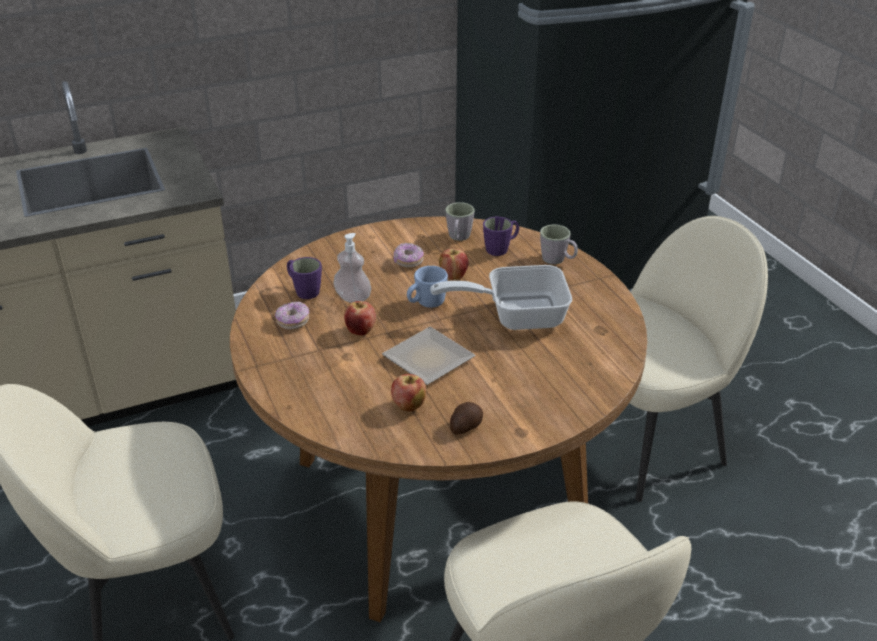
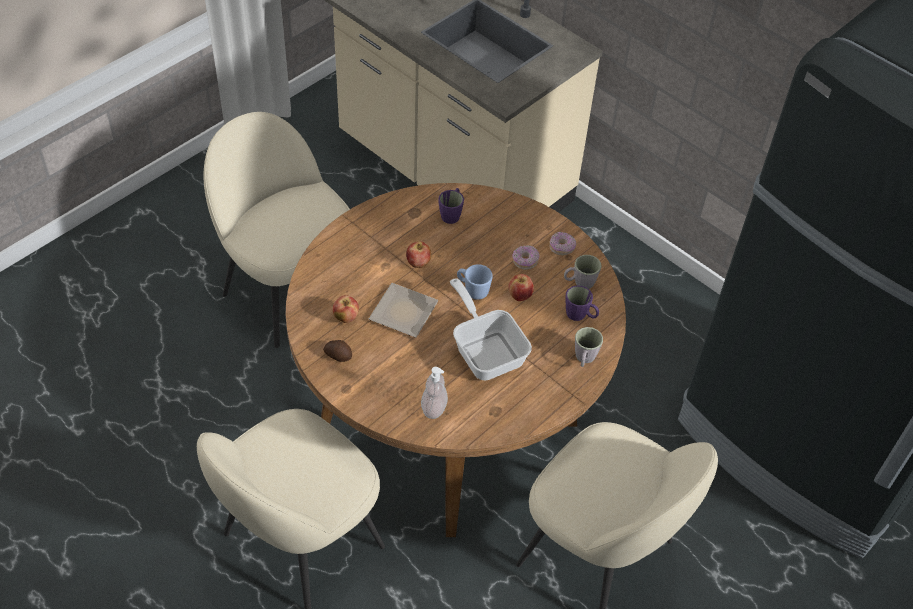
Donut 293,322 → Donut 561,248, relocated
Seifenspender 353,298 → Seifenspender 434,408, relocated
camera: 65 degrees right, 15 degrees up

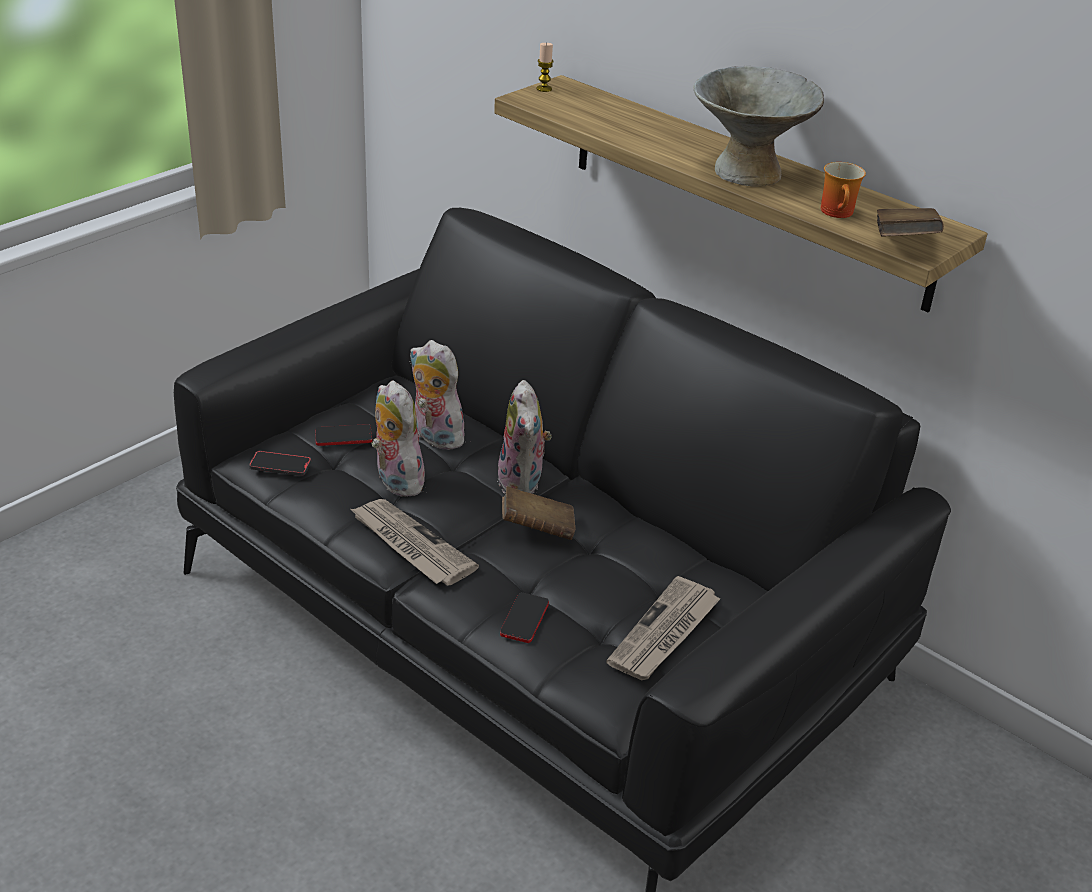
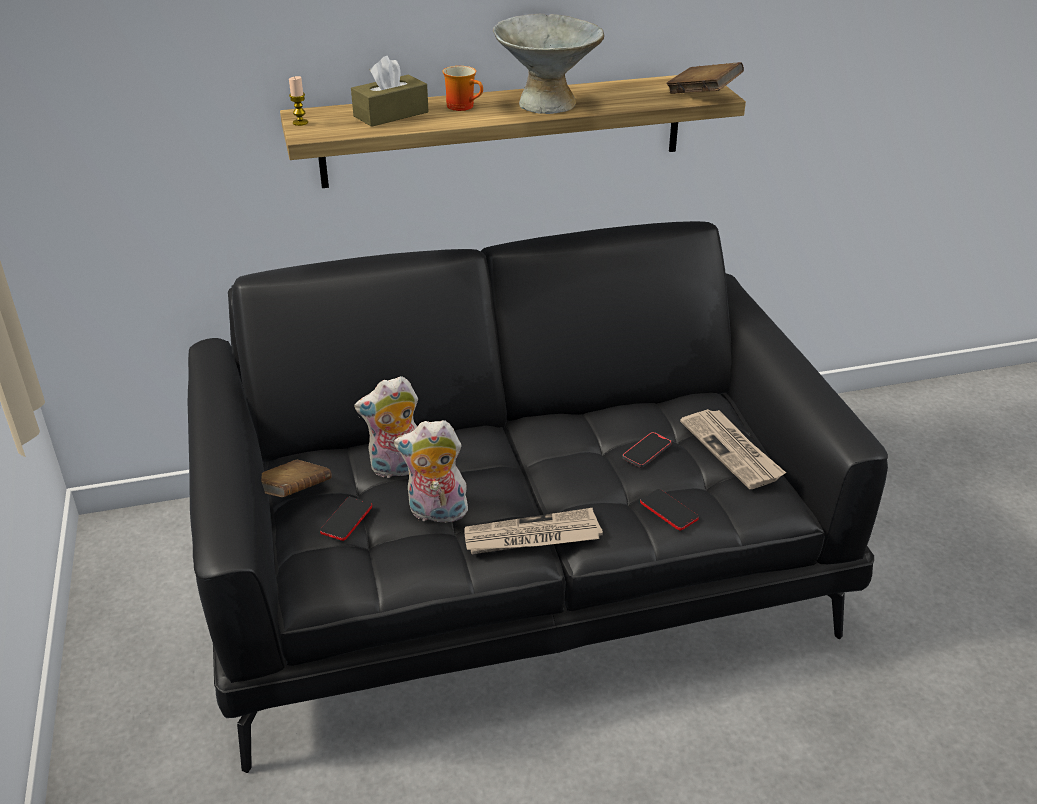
Plüschtier 523,482 → -
- → Taschentuchbox (braun) 391,114
Handy 280,465 → Handy 646,451, relocated
Buch (braun) 537,529 → Buch (braun) 292,493, relocated
Henkelbecher 840,213 → Henkelbecher 464,106, relocated
camera: 55 degrees left, 0 degrees up

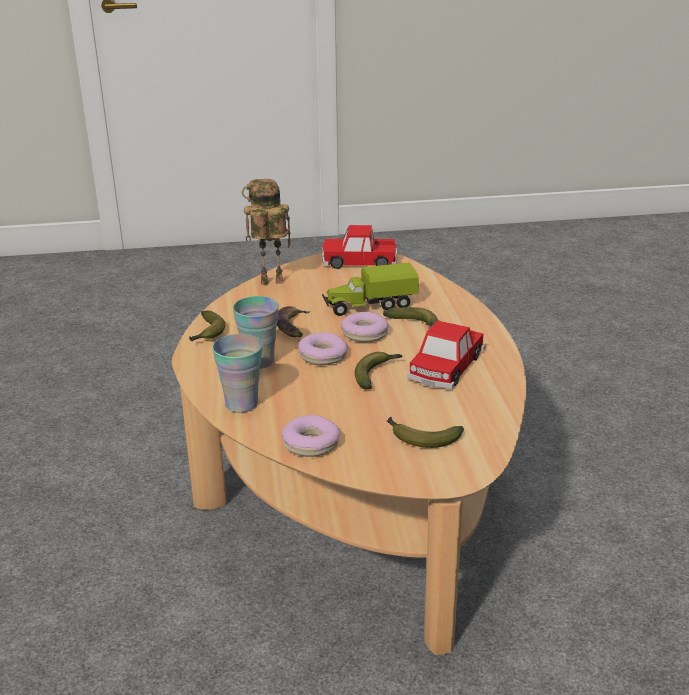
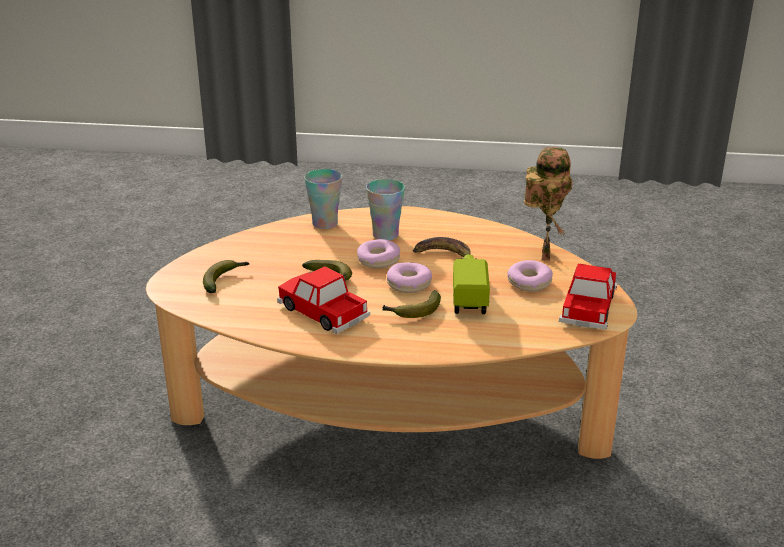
Banane 207,333 → -
Donut 311,444 → Donut 529,283, relocated
camera: 105 degrees right, 0 degrees up

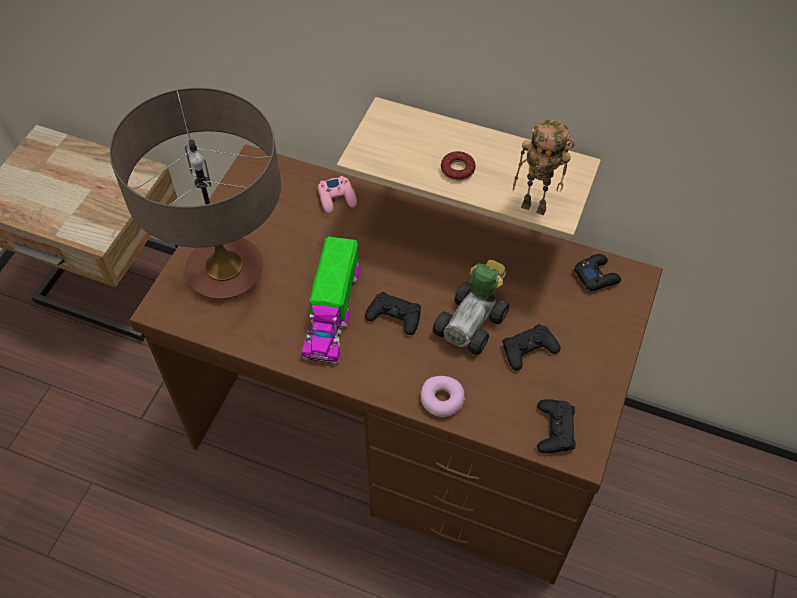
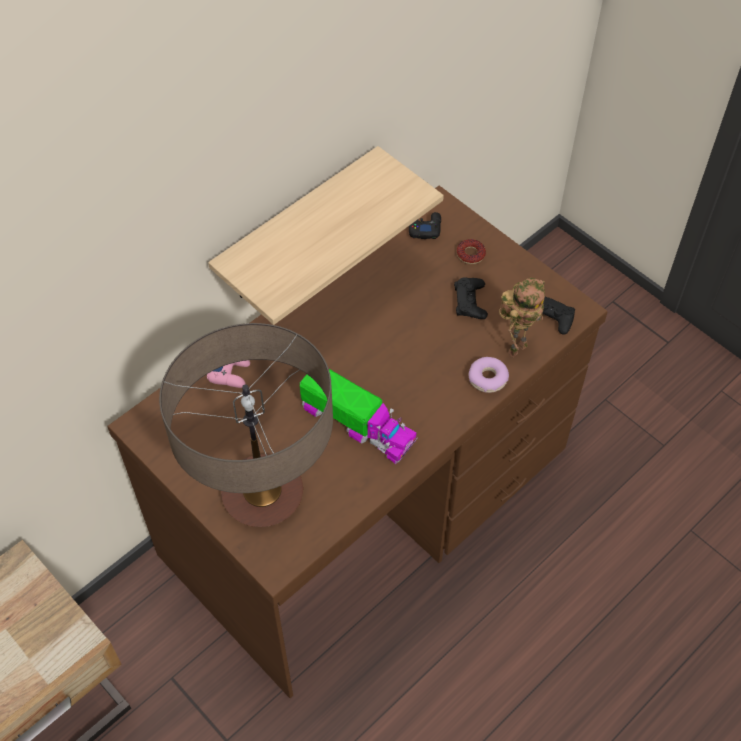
Gamepad (schwarz) 394,316 → -
Spielzeugauto 474,322 → -
Donut 457,169 → Donut 470,254, relocated
Spielzeugroboter 536,207 → Spielzeugroboter 516,347, relocated
camera: 65 degrees left, 0 degrees up

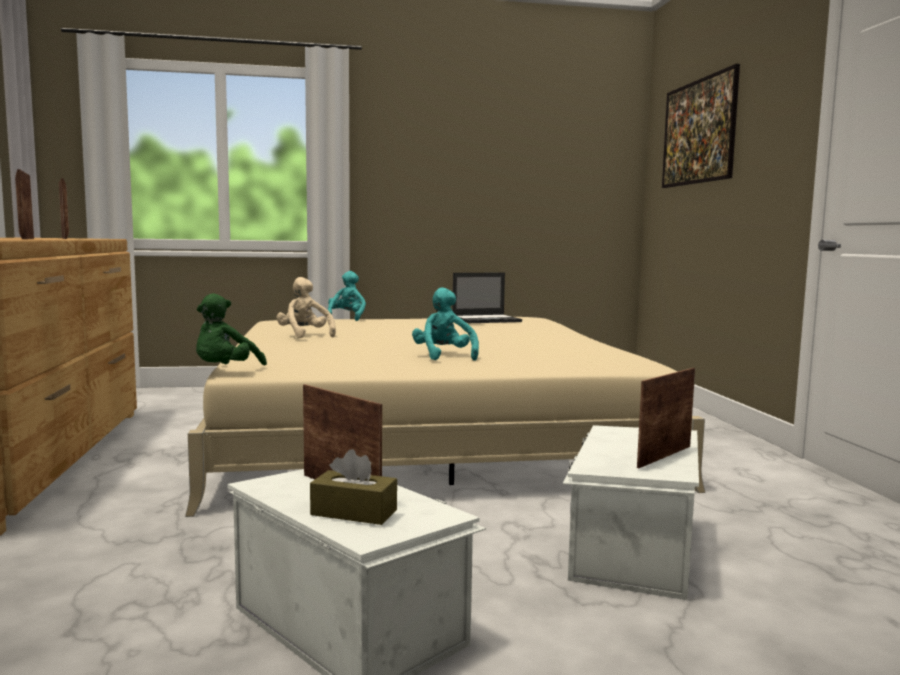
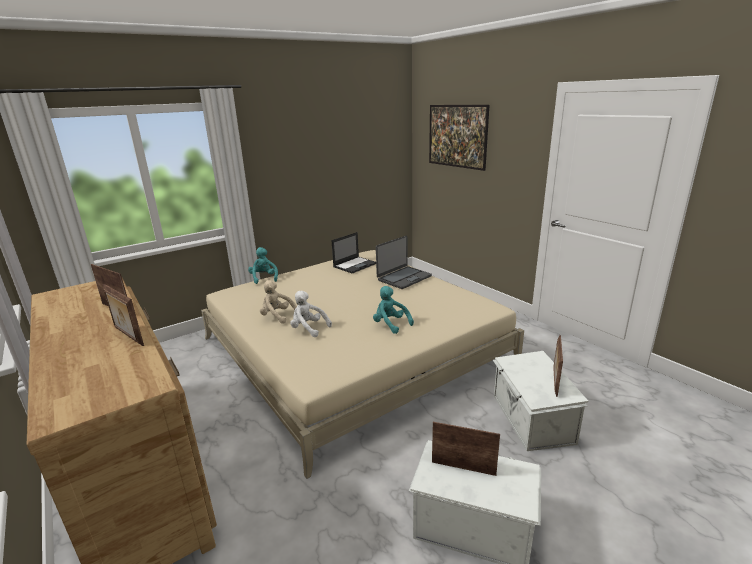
Plüschtier (grün) 225,371 → -
Taschentuchbox (braun) 354,512 → -
- → Plüschtier (weiß) 308,329
- → Laptop 404,278
camera: 25 degrees left, 15 degrees up

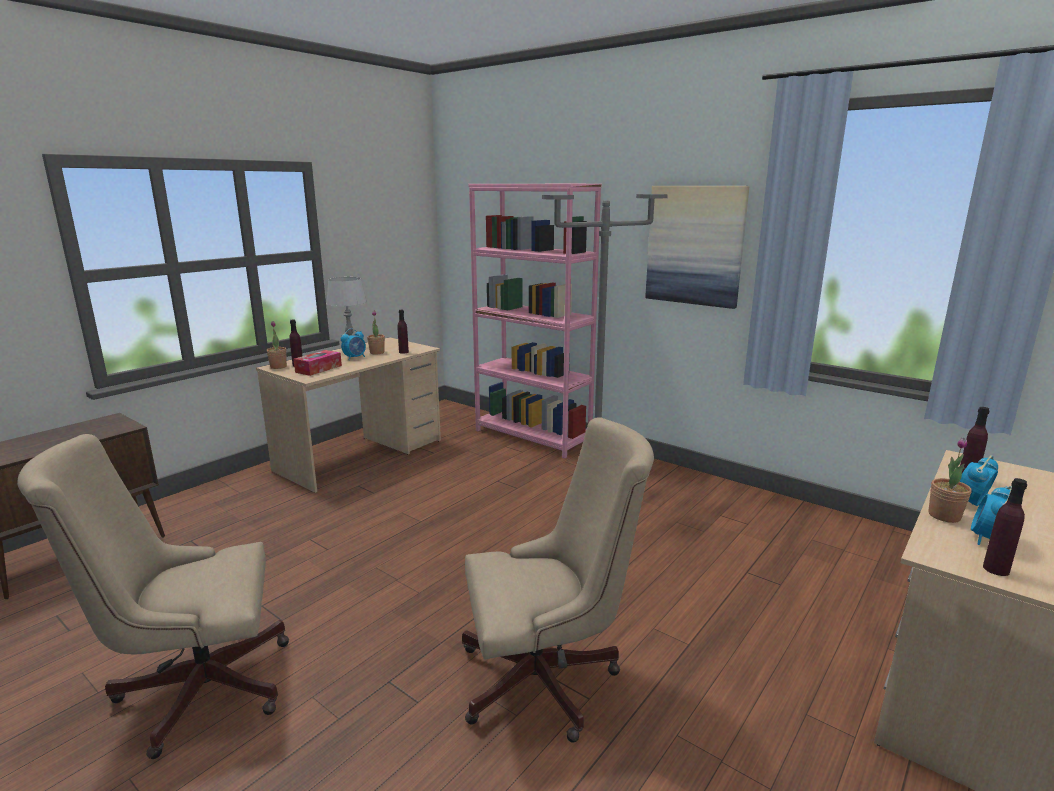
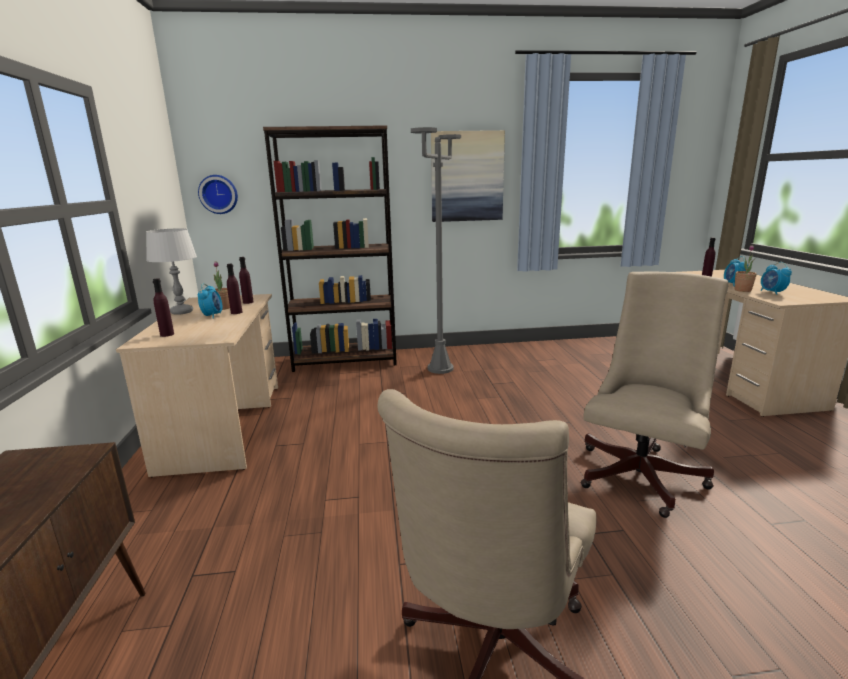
Topfpflanze 278,367 → -
Taschentuchbox 318,369 → -
- → Wanduhr 219,194
Flasche (lila) 996,569 → Flasche (lila) 236,312, relocated
Bücherregal (rosa) 532,437 → Bücherregal (braun) 345,361
camera: 45 degrees left, 0 degrees up

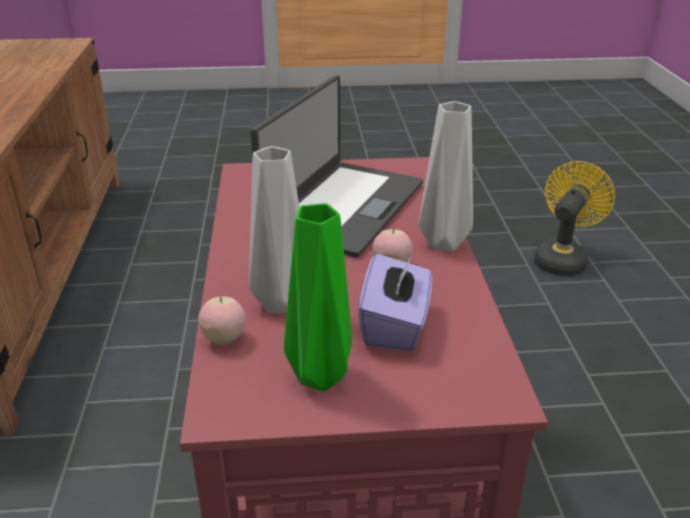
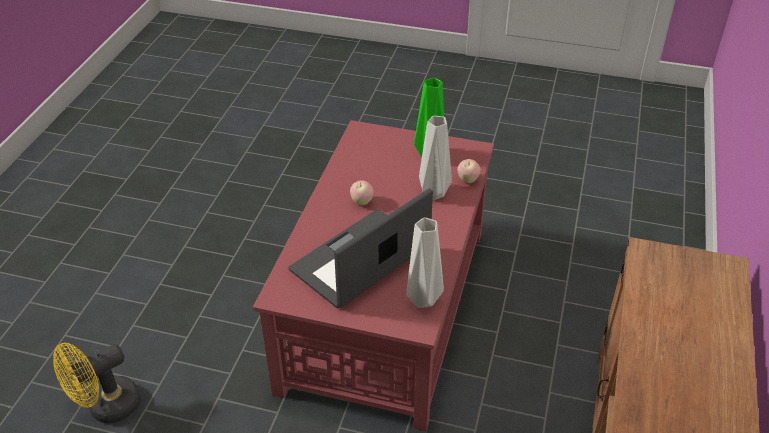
Taschentuchbox (lila) 395,326 → -
Vase (grau) 443,244 → Vase (grau) 424,298, relocated
camera: 160 degrees left, 10 degrees up

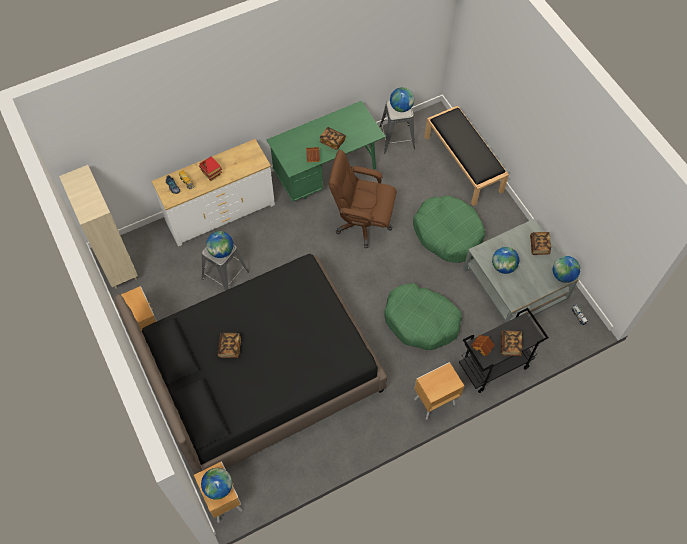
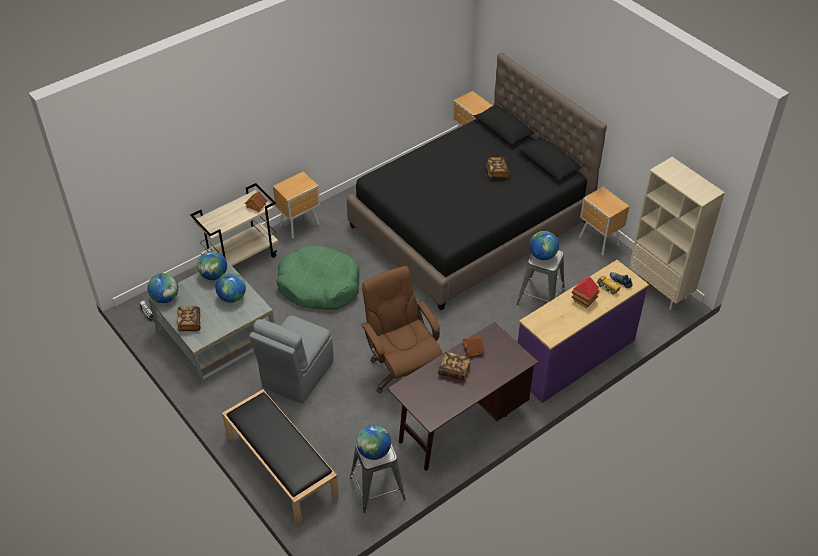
Buch 510,345 → -
Globus 218,487 → Globus 214,275, relocated
Hundebett (grün) 448,233 → Stuhl (grau) 296,375
Kommode (weiß) 220,212 → Kommode (lila) 575,358
Schreibtisch (grün) 326,174 → Schreibtisch (braun) 460,424
Rollwagen (schwarz) 493,367 → Rollwagen (beige) 242,258
Bürostuhl (braun) 362,223 → Bürostuhl (braun) 402,371, 120 degrees counterclockwise
camera: 170 degrees right, 15 degrees down

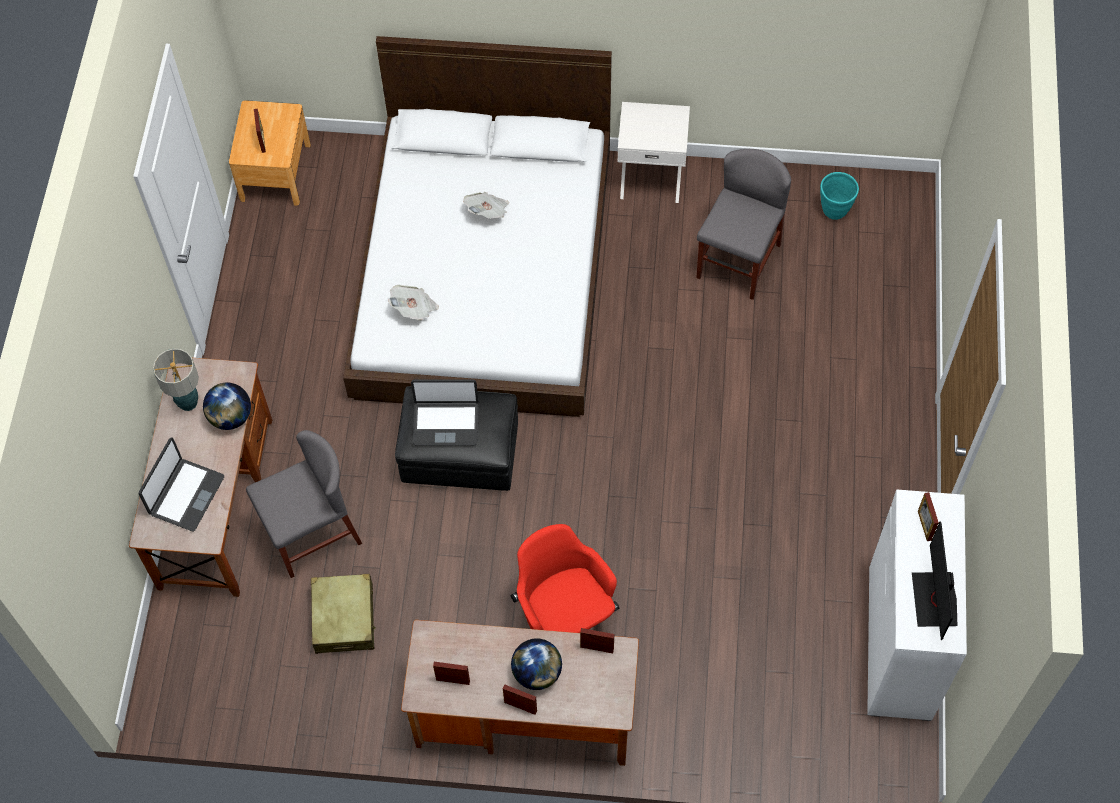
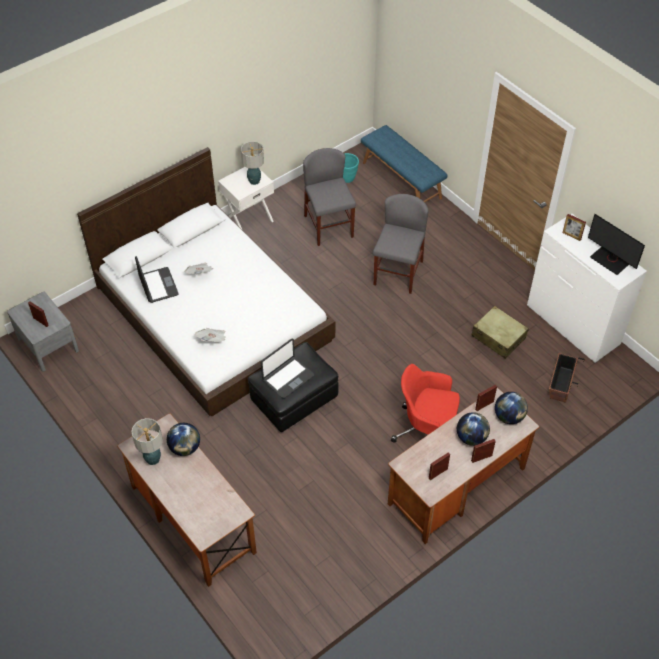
- → Tischlampe 254,181
- → Bank (blau) 402,180
- → Globus 509,417
- → Pflanzkübel 561,384
Laptop 186,495 → Laptop 158,286, relocated
Stuhl (grau) 312,534 → Stuhl (grau) 398,273, relocated
Koffer (beige) 344,618 → Koffer (beige) 498,337, relocated
Nachttisch (braun) 275,172 → Nachttisch (grau) 48,345
camera: 45 degrees left, 10 degrees down

